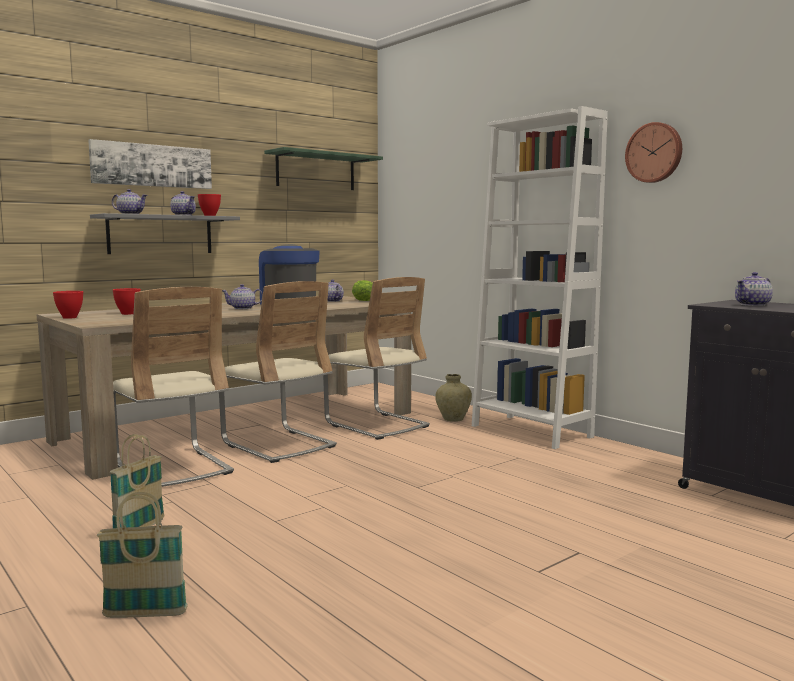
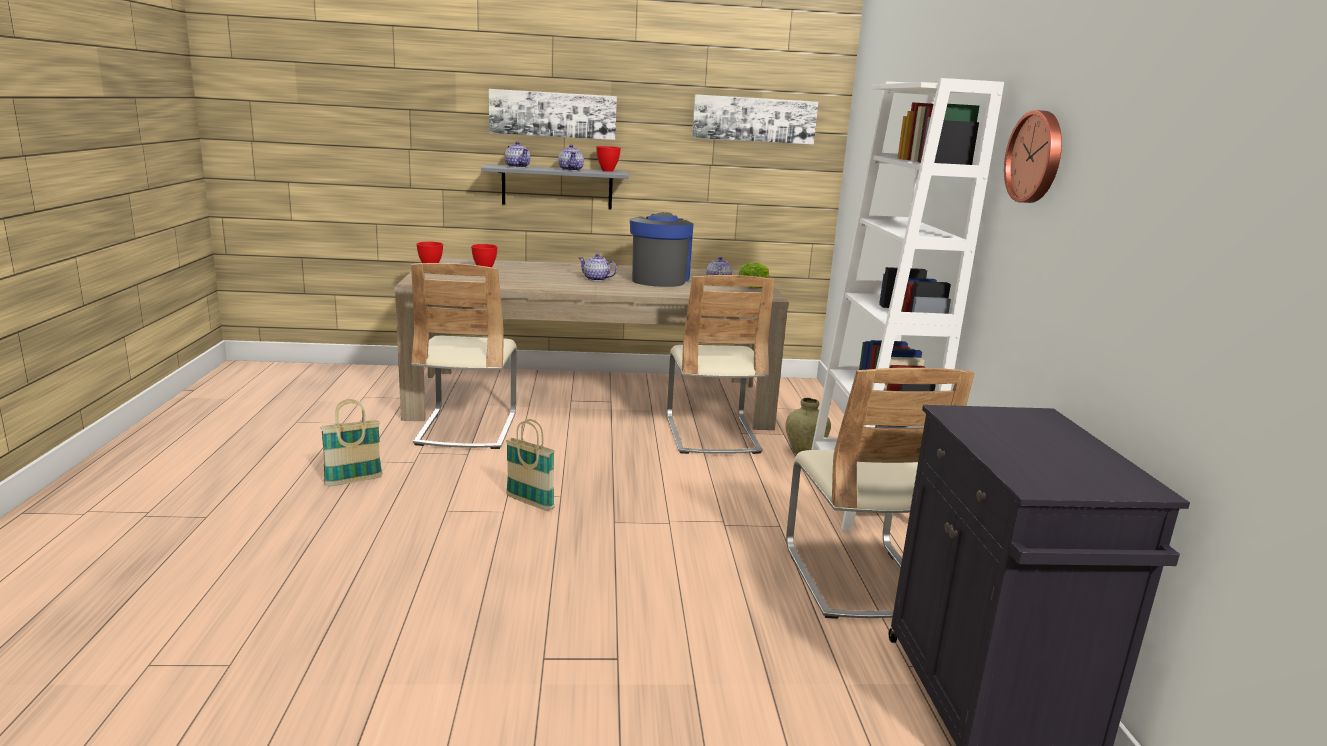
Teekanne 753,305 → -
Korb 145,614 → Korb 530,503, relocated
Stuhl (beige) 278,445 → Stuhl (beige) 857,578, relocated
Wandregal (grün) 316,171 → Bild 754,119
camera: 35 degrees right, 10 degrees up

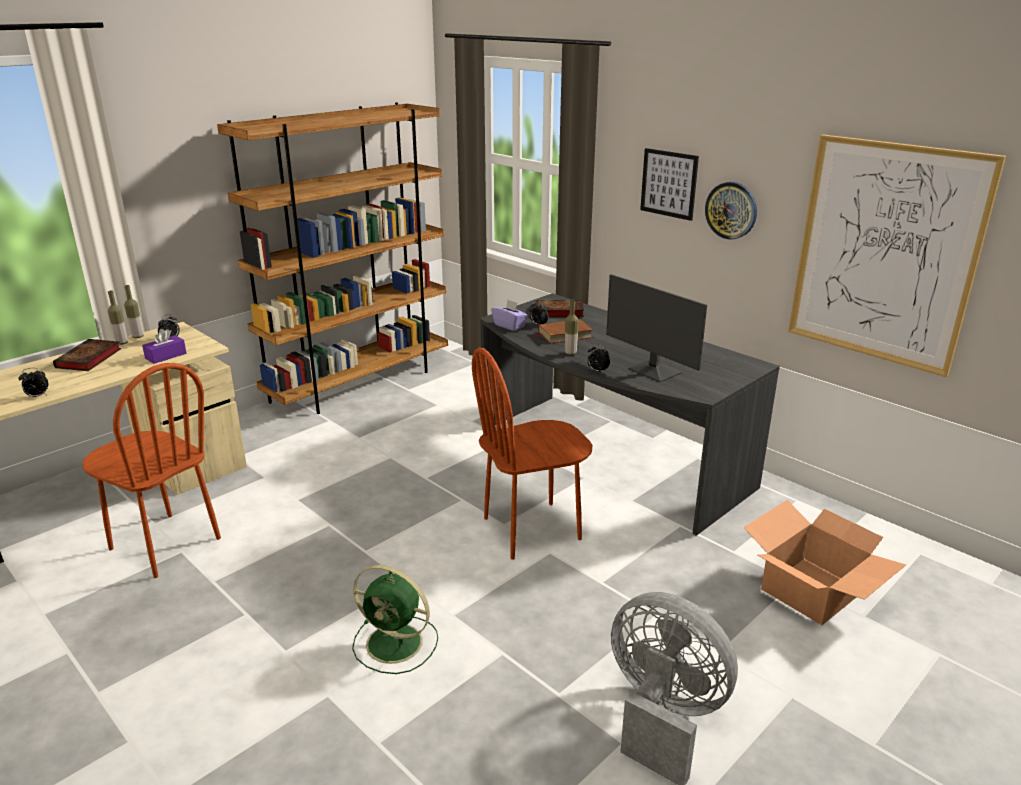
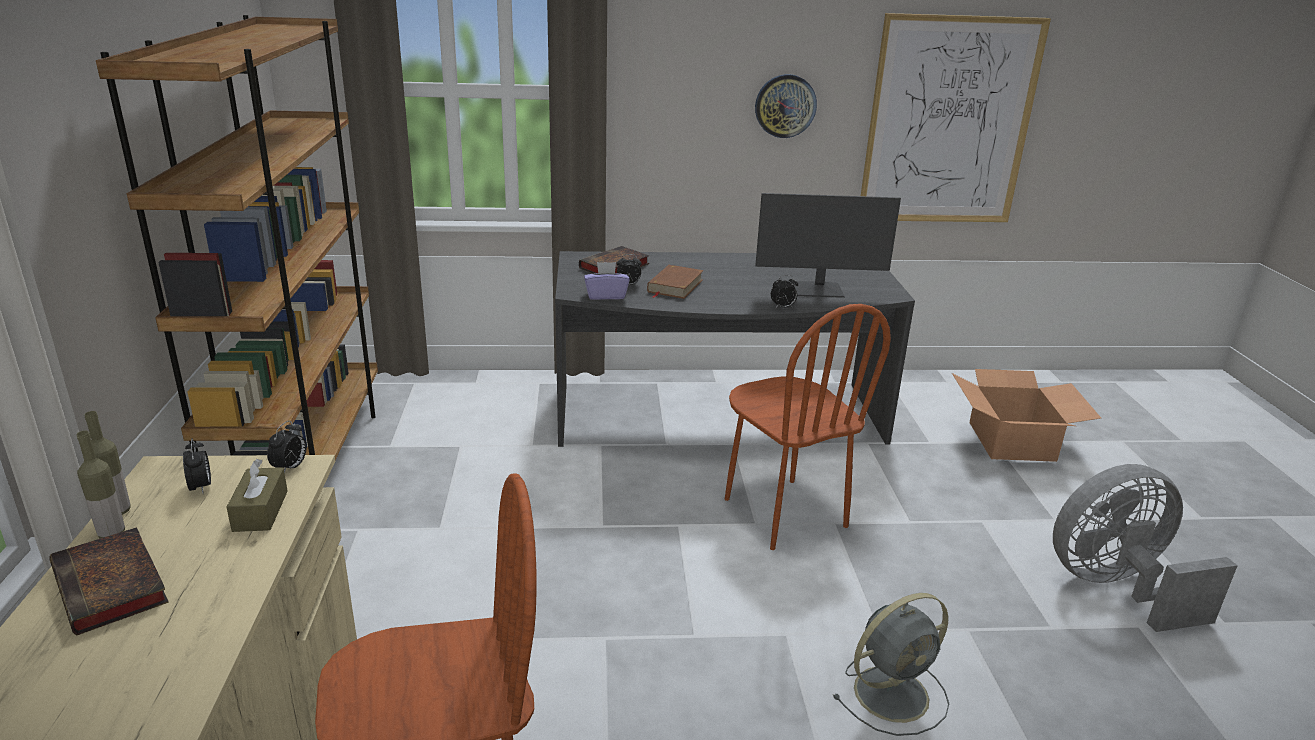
Flasche 570,353 → -
Bild 669,184 → -
Wecker 37,396 → Wecker 290,468, relocated
Taschentuchbox (lila) 166,356 → Taschentuchbox (braun) 260,511
Ventilator (grün) 396,644 → Ventilator (grau) 894,692
Stuhl (braun) 532,529 → Stuhl (braun) 784,513, 45 degrees counterclockwise
camera: 50 degrees left, 0 degrees up

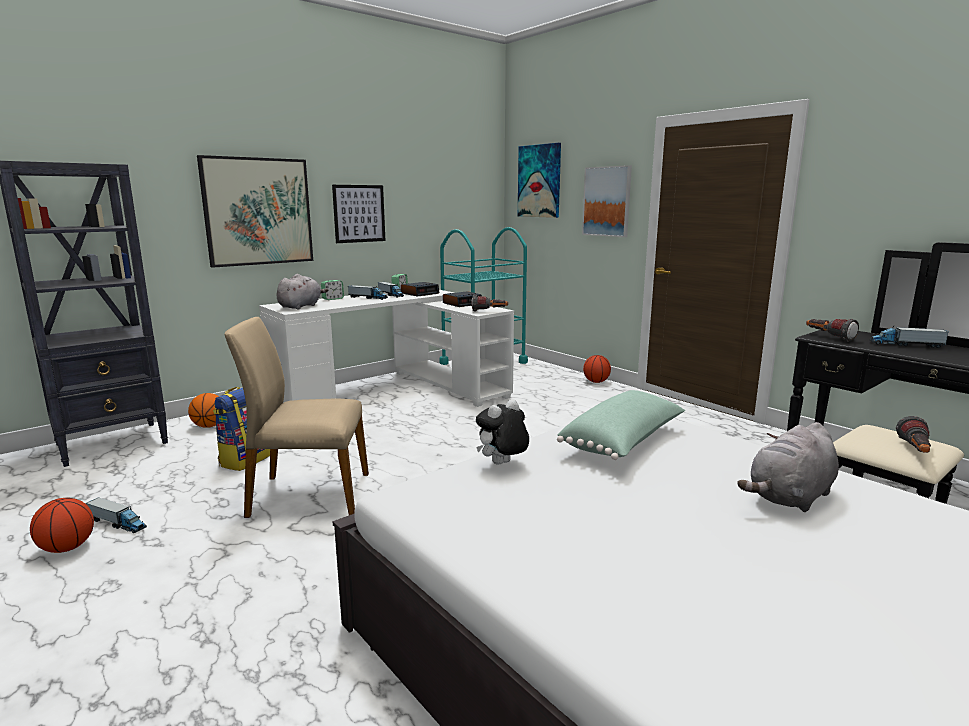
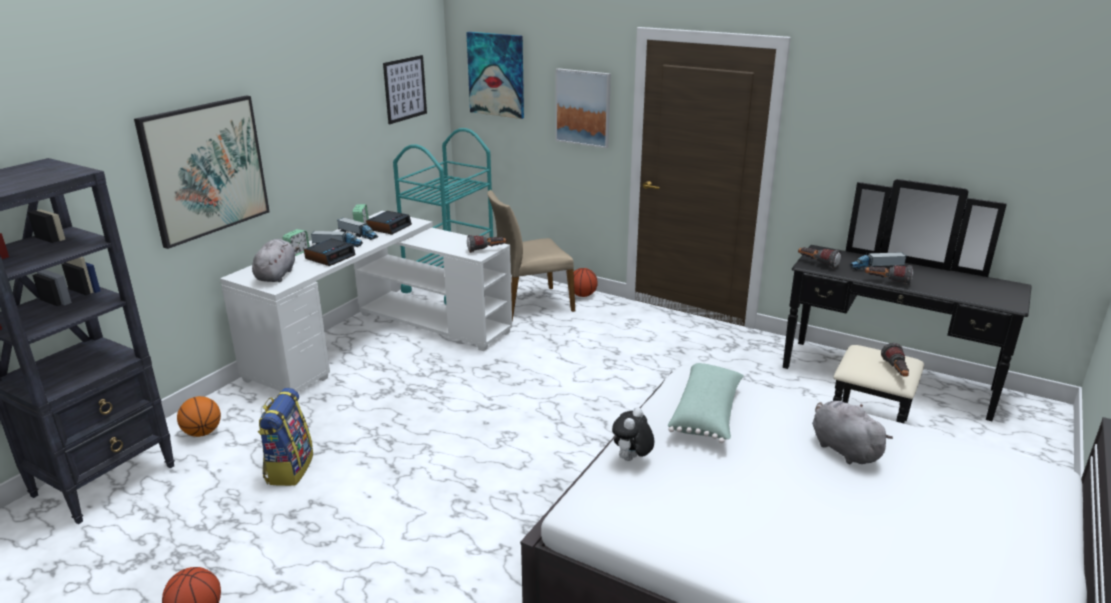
Spielzeuglaster 118,523 → -
- → Taschenlampe 886,282
Stuhl (beige) 308,495 → Stuhl (beige) 530,304, relocated
Bild 359,213 → Bild 405,89, relocated
Wecker 462,303 → Wecker 330,257, relocated
Plüschtier (grau) 790,497 → Plüschtier (grau) 843,449, 120 degrees clockwise
camera: 20 degrees left, 10 degrees up

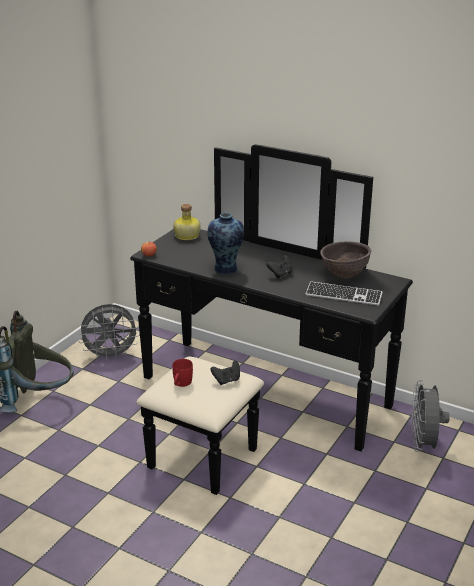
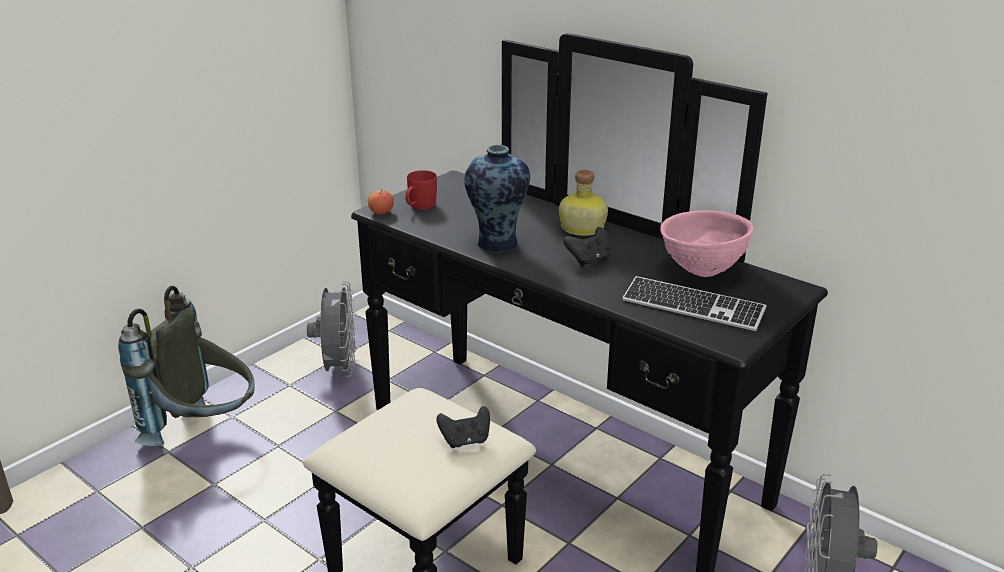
Henkelbecher (rot) 181,384 → Henkelbecher (rot) 419,207, relocated
Flasche 186,236 → Flasche 581,228, relocated
Schüssel (braun) 344,276 → Schüssel (rosa) 701,272
Ventilator (grau) 111,356 → Ventilator (grau) 339,368, 90 degrees counterclockwise
camera: 10 degrees right, 0 degrees up

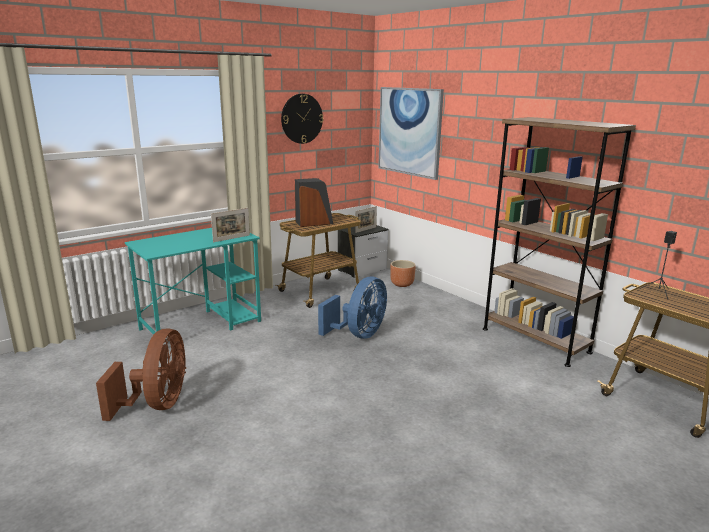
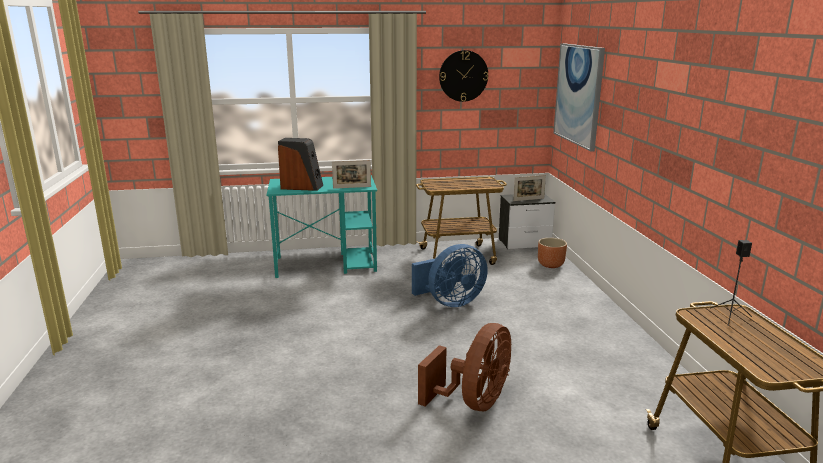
Bücherregal (braun) 535,340 → -
Ventilator (braun) 158,404 → Ventilator (braun) 474,402, relocated
Lautsprecher 314,223 → Lautsprecher 302,187, relocated
camera: 30 degrees right, 0 degrees up

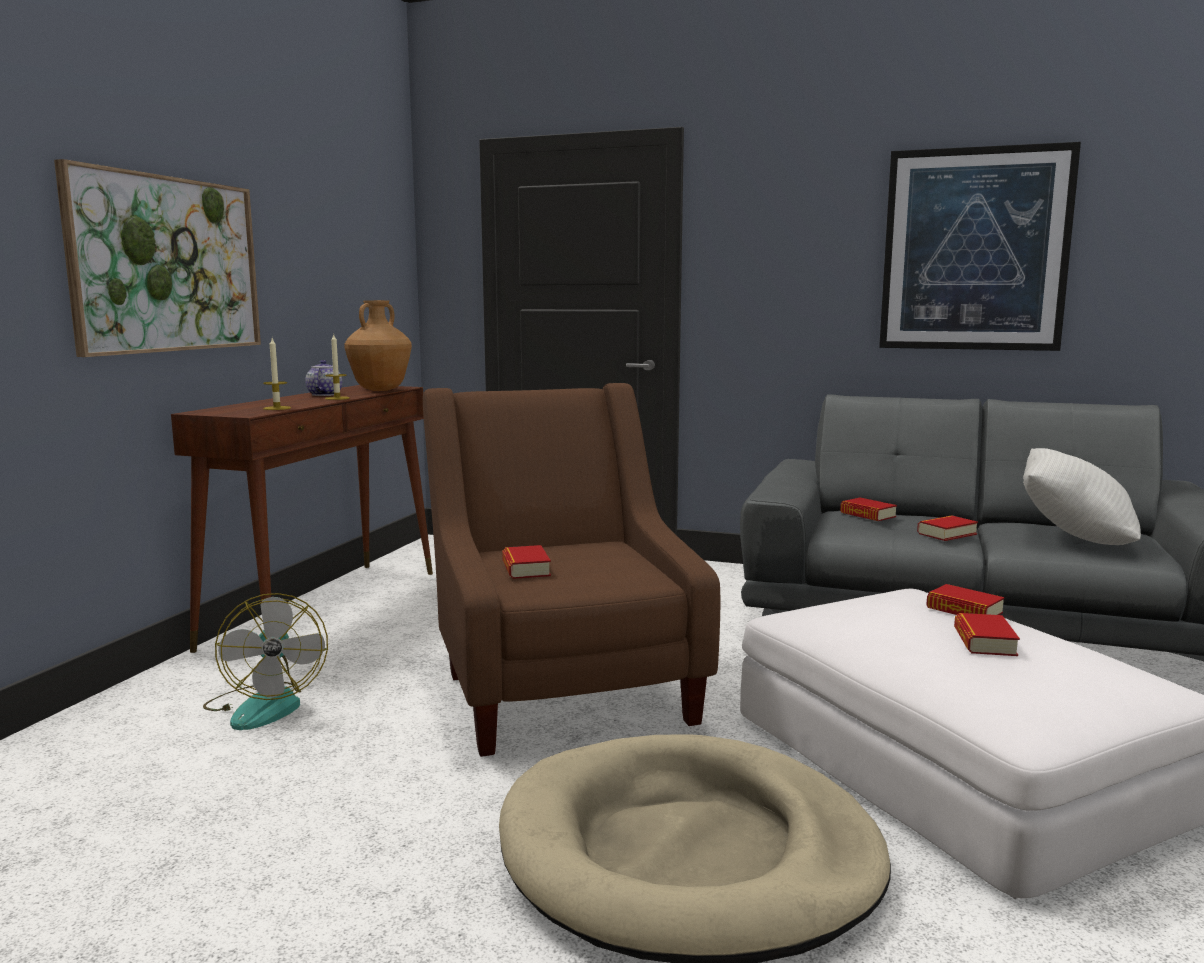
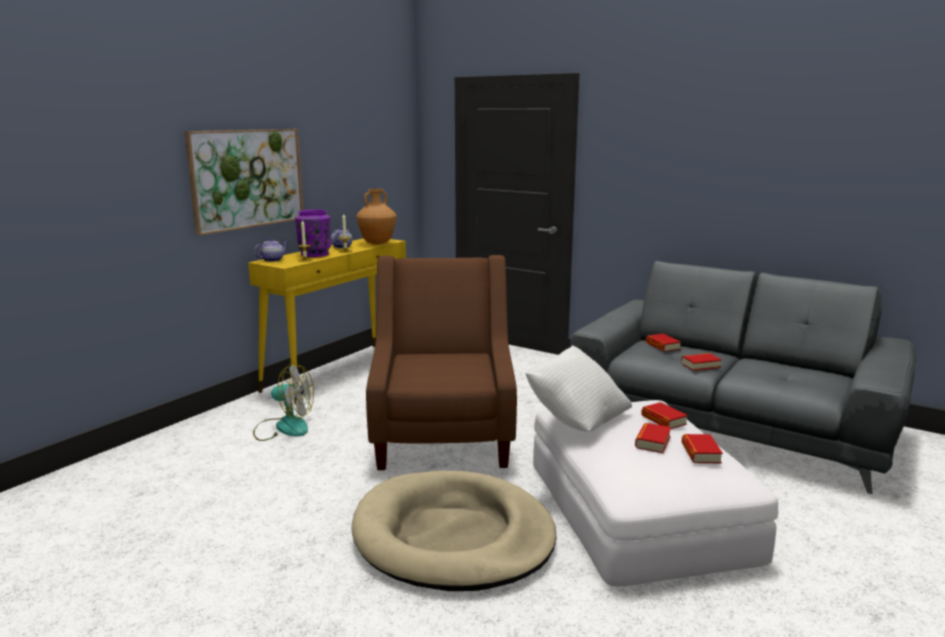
Bild 974,250 → -
- → Teekanne 272,260
- → Vase (lila) 315,254
Buch 526,569 → Buch 700,453, relocated
Kissen (weiß) 1074,538 → Kissen (weiß) 576,418, relocated
Konsolentisch (braun) 327,607 → Konsolentisch (gelb) 340,371
Ventilator 265,705 → Ventilator 284,427, 75 degrees counterclockwise
camera: 15 degrees right, 5 degrees up

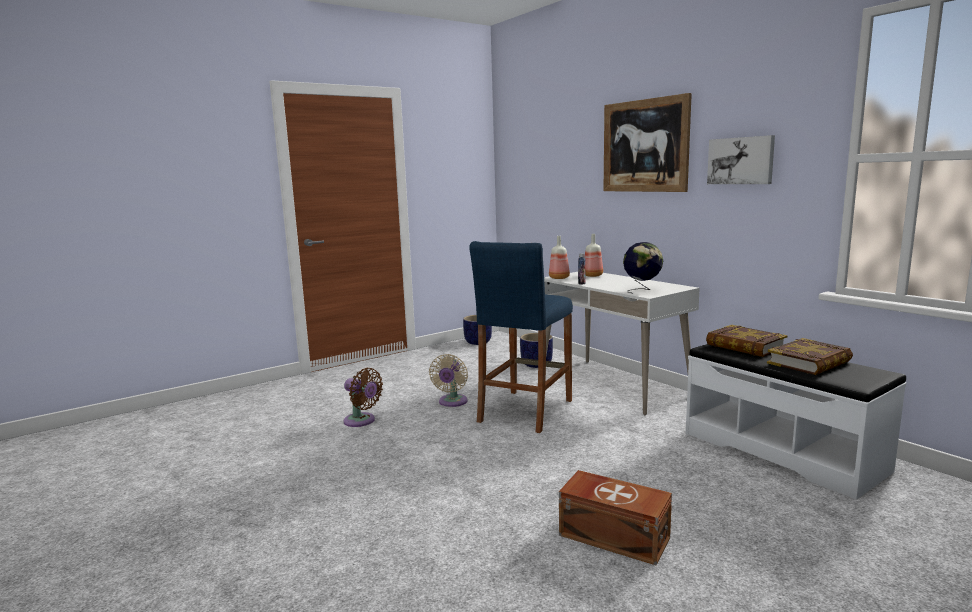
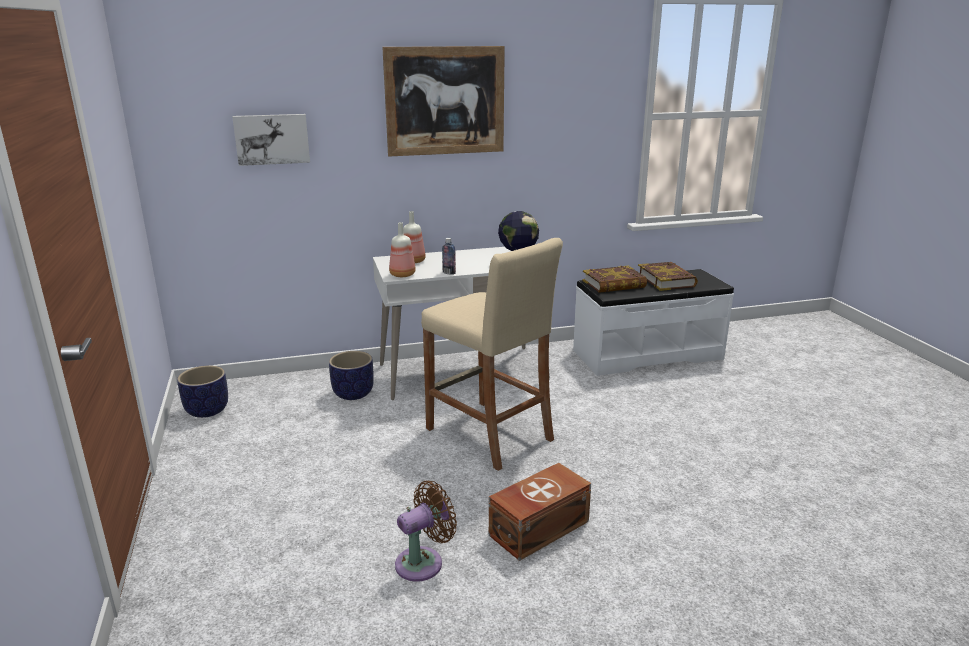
Ventilator (beige) 452,402 → -
Aufbewahrungsbox (braun) 613,535 → Aufbewahrungsbox (braun) 537,528, relocated
Bild 741,161 → Bild 272,139, relocated
Hocker (blau) 525,410 → Hocker (beige) 488,434
camera: 70 degrees left, 10 degrees up

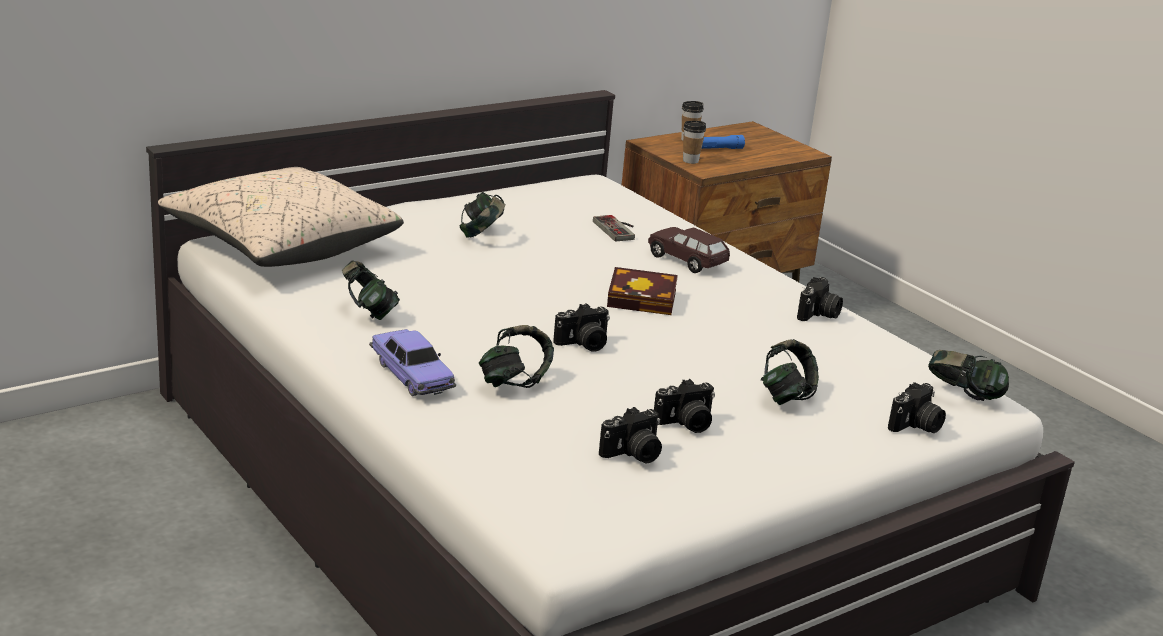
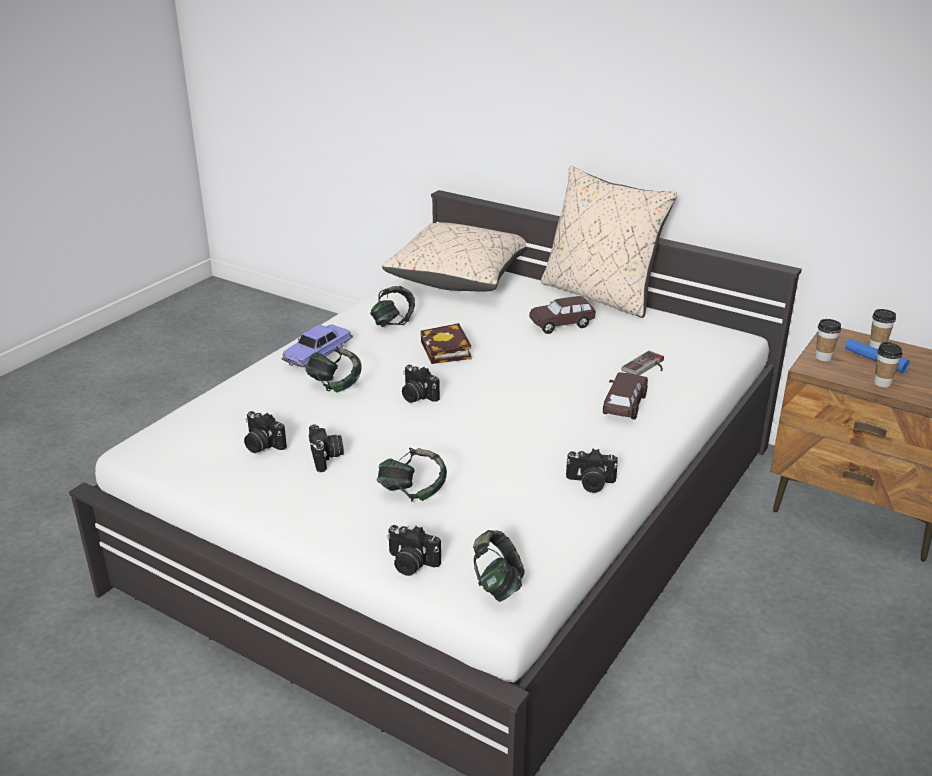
- → Kissen (beige) 600,295
- → Tasse 882,383
Buch 645,300 → Buch 447,351, relocated
Kopfhörer 481,235 → Spielzeugauto (braun) 561,324
Kamera 686,424 → Kamera 327,457, 150 degrees counterclockwise
camera: 70 degrees right, 5 degrees up

